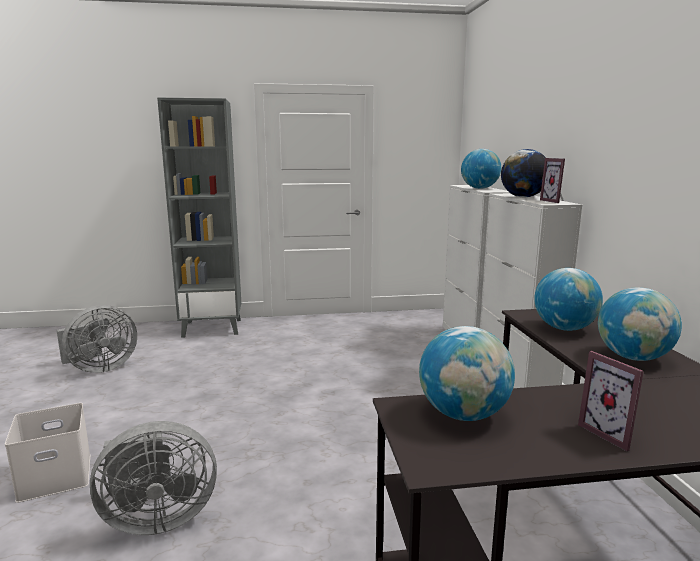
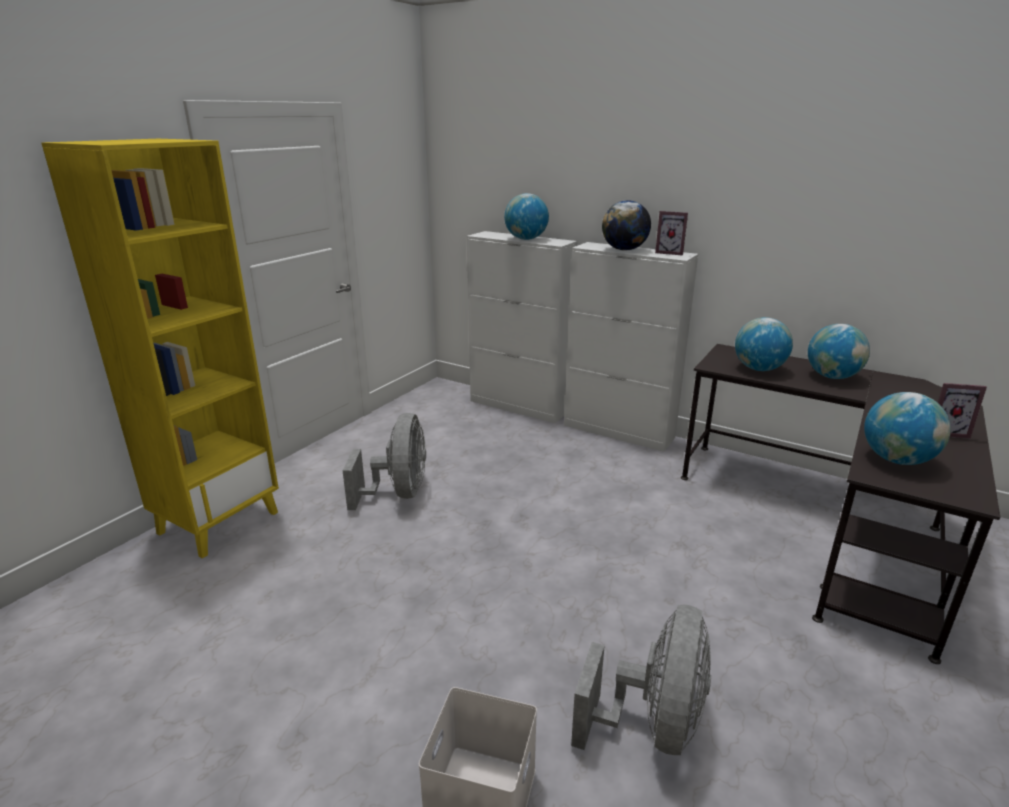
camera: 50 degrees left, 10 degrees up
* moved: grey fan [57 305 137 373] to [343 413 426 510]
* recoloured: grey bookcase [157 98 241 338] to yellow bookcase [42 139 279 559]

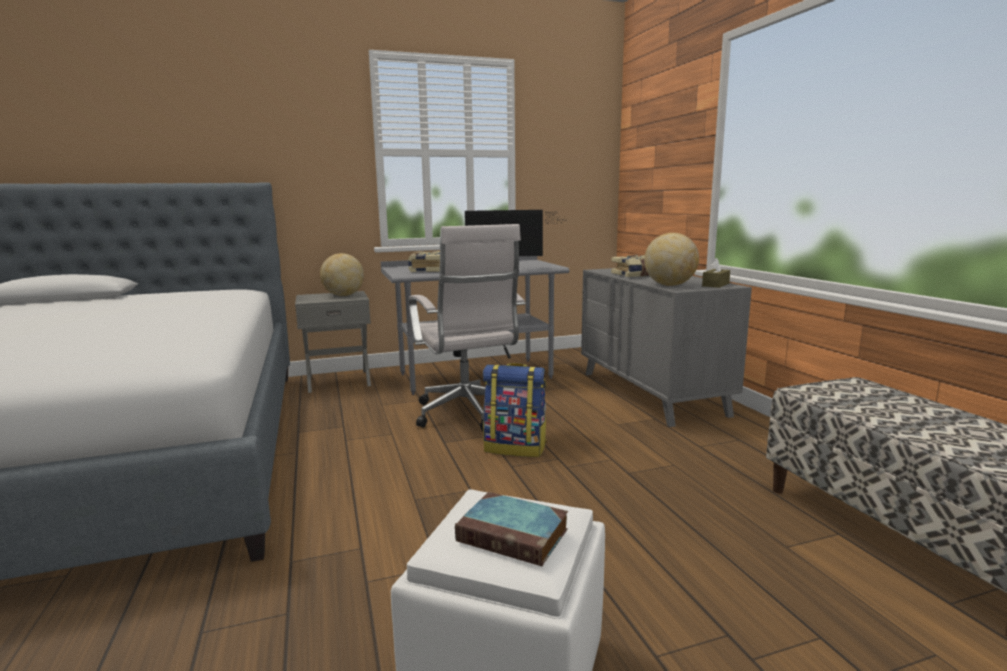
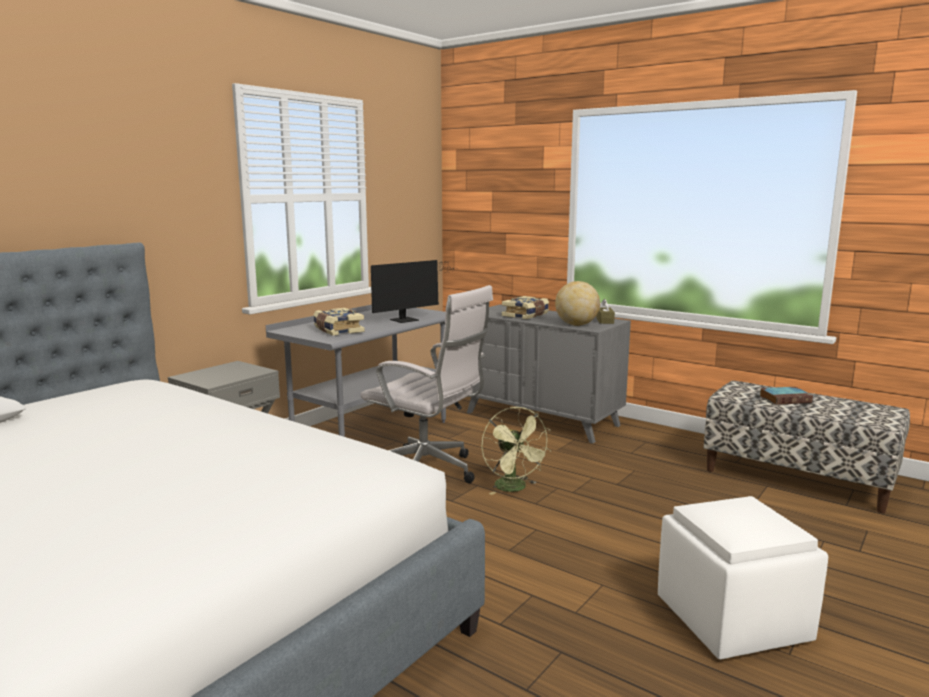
camera: 35 degrees left, 0 degrees up
* removed: globe [320 253 364 296]
* moved: book [455 492 568 566] to [760 387 813 405]
* replaced: backpack [483 363 547 457] to green fan [481 407 552 495]

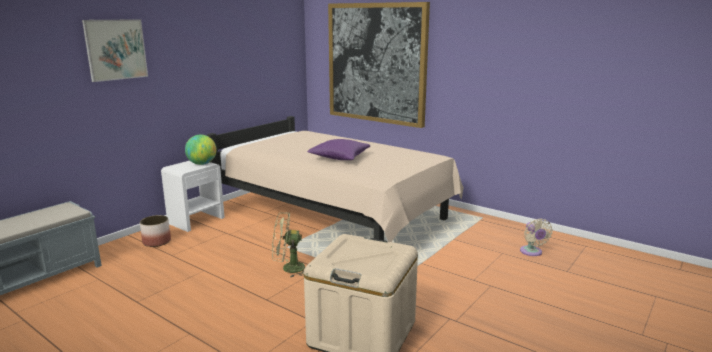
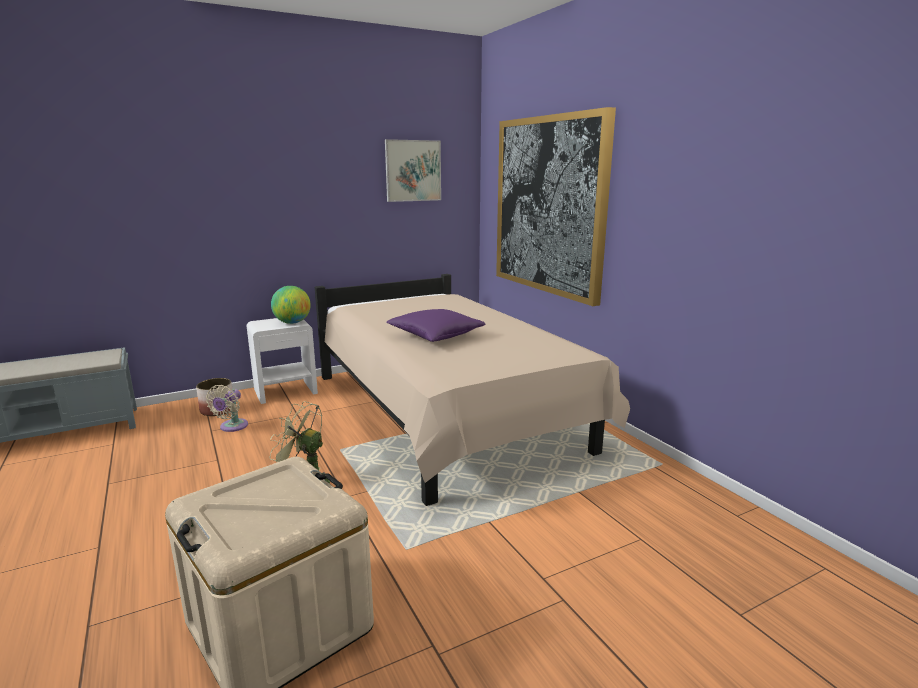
camera: 25 degrees right, 0 degrees up
* moved: picture [82 19 148 82] to [385 139 441 202]
* moved: beige fan [520 219 553 256] to [206 385 248 432]

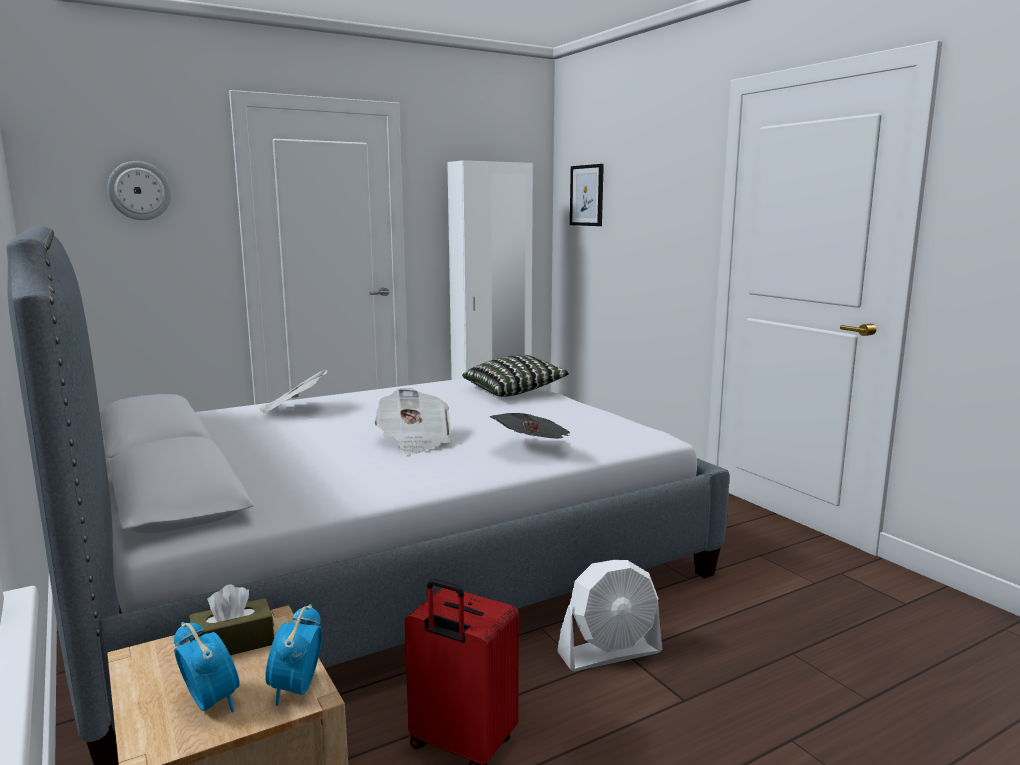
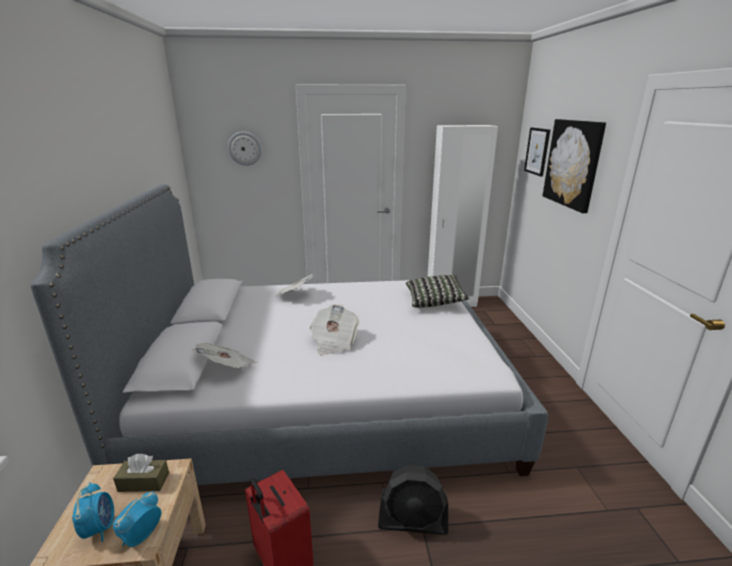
camera: 25 degrees right, 10 degrees up
* added: picture [543 119 606 213]
* moved: newspaper [490 413 570 439] to [193 343 258 368]
* recoloured: white fan [557 560 663 671] to black fan [378 464 448 535]

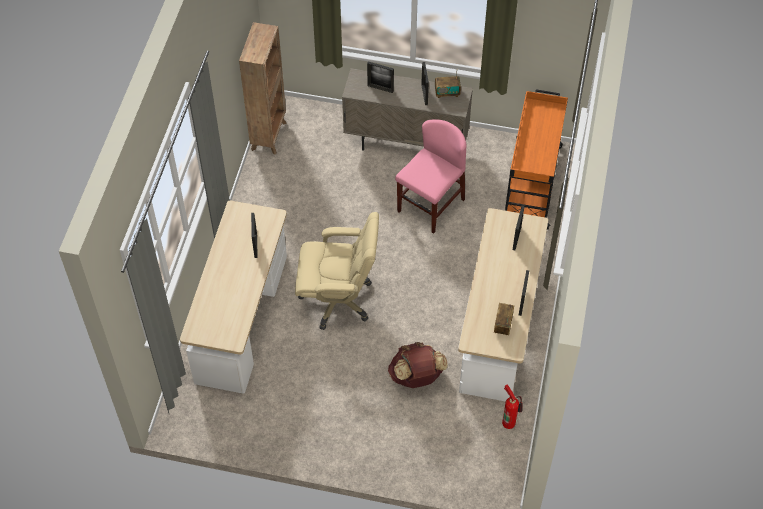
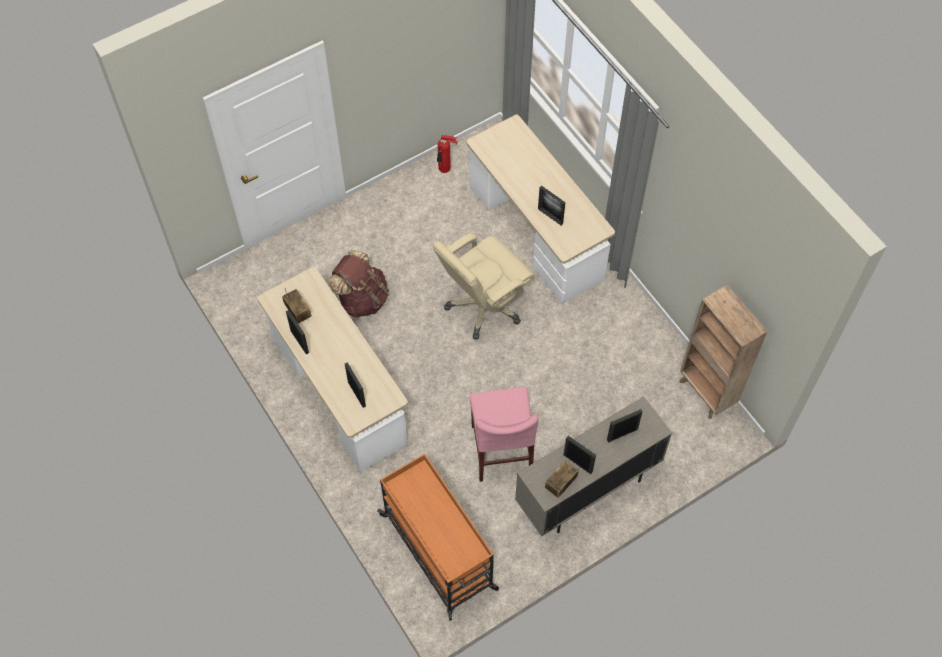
camera: 135 degrees right, 5 degrees up
* moved: fire extinguisher [502 384 523 429] to [437 135 458 173]

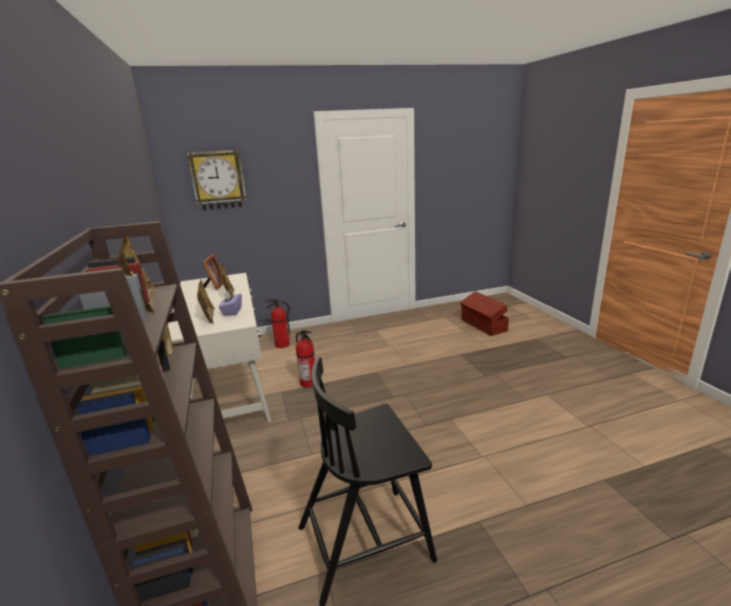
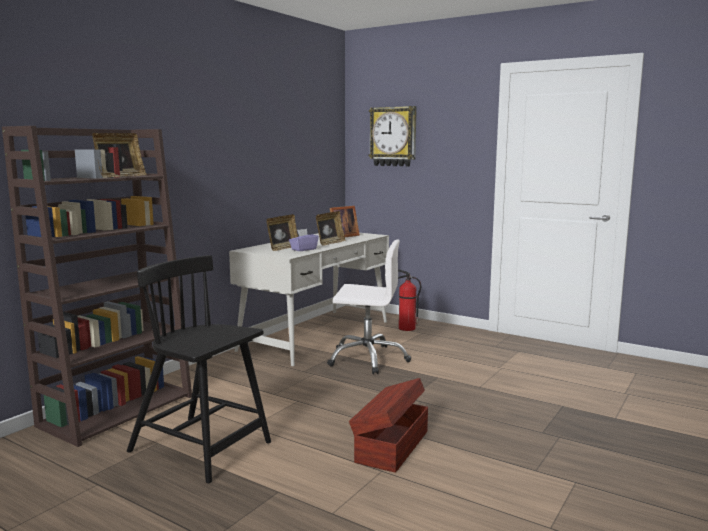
camera: 50 degrees right, 10 degrees down
* moved: brown storage box [460 291 509 336] to [349 378 428 473]
* replaced: fire extinguisher [296 330 315 387] to white office chair [327 239 411 374]

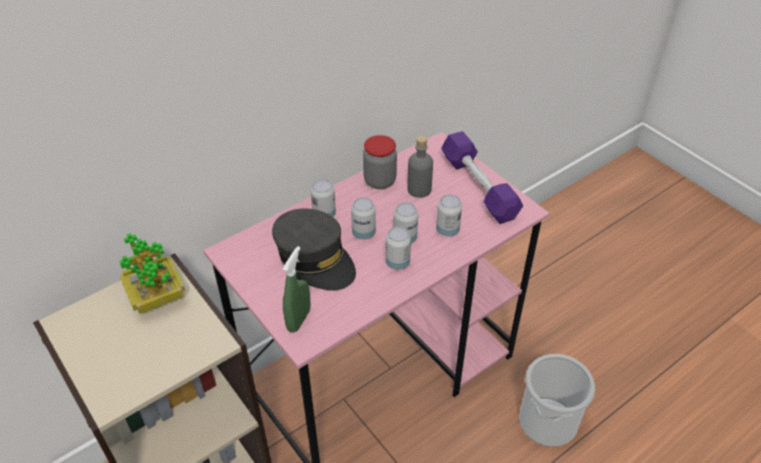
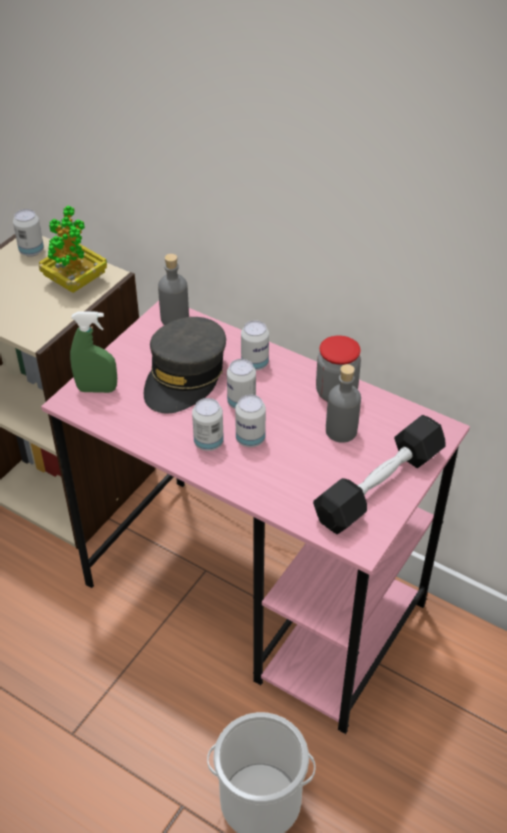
camera: 70 degrees right, 0 degrees up
* added: grey bottle [158 254 189 325]
* moved: can [436 194 462 237] to [13 209 44 257]
* recoloured: purple dumbbell [441 131 523 224] to black dumbbell [313 415 446 534]

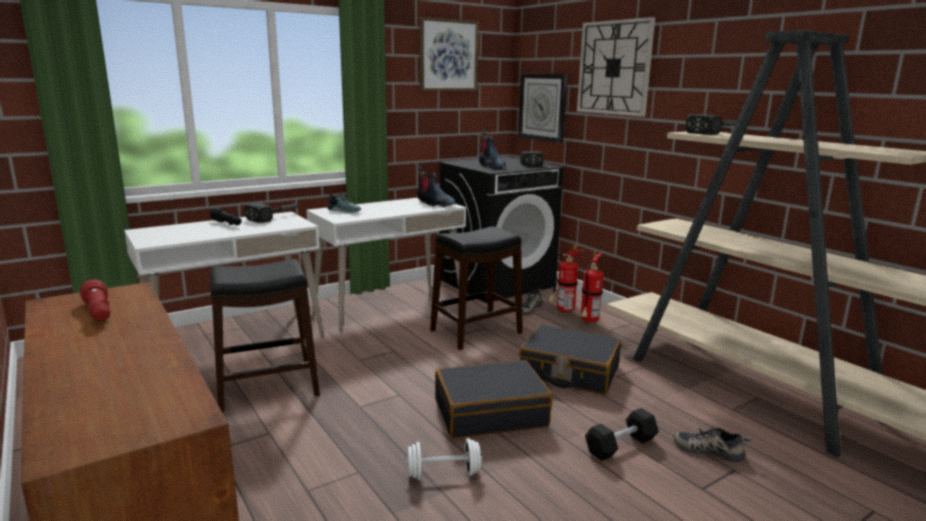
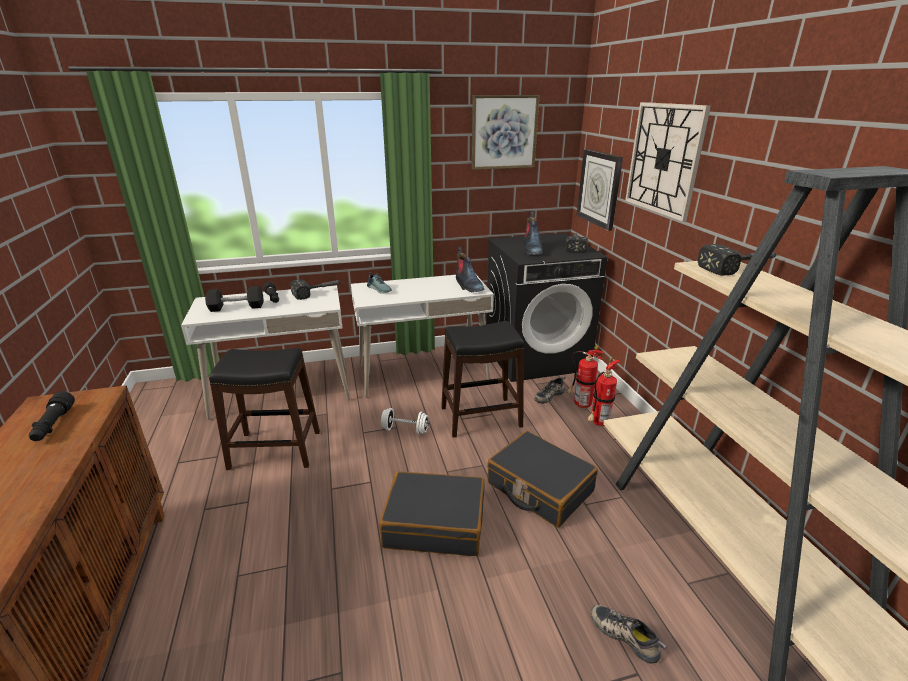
camera: 20 degrees right, 10 degrees up
* moved: white dumbbell [405 438 483 480] to [381 408 429 435]
* moved: black dumbbell [585 408 659 461] to [205 286 264 312]
* recoloured: red flashlight [80 279 111 321] to black flashlight [29 391 75 441]

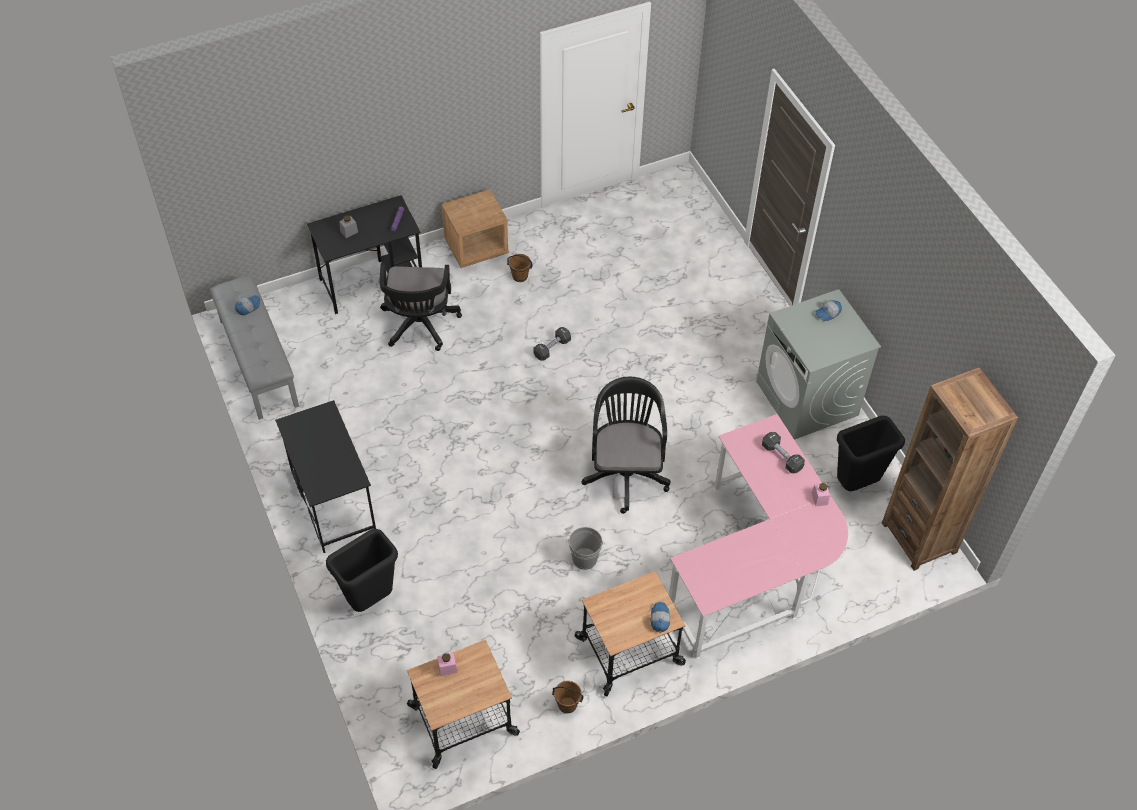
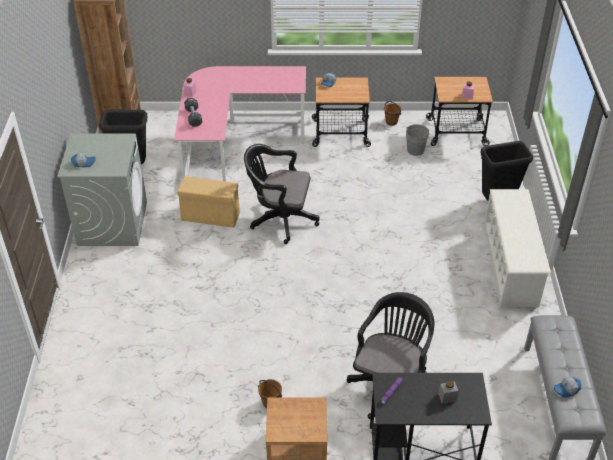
camera: 155 degrees left, 10 degrees down
* removed: black dumbbell [534 327 571 361]
* added: beige storage box [177 176 240 228]
* moved: grey bucket [568 527 605 570] to [406 124 430 156]
* replaced: black desk [275 400 376 553] to white shoe rack [483 189 551 309]
* turned: black office chair [581 377 671 514] = [244 144 320 244] 75 degrees clockwise

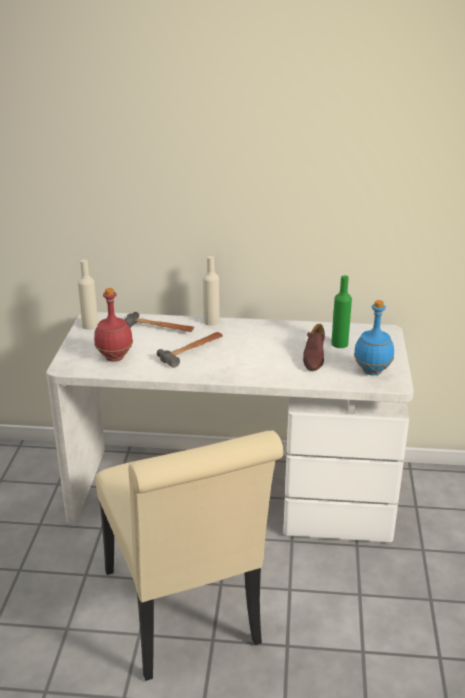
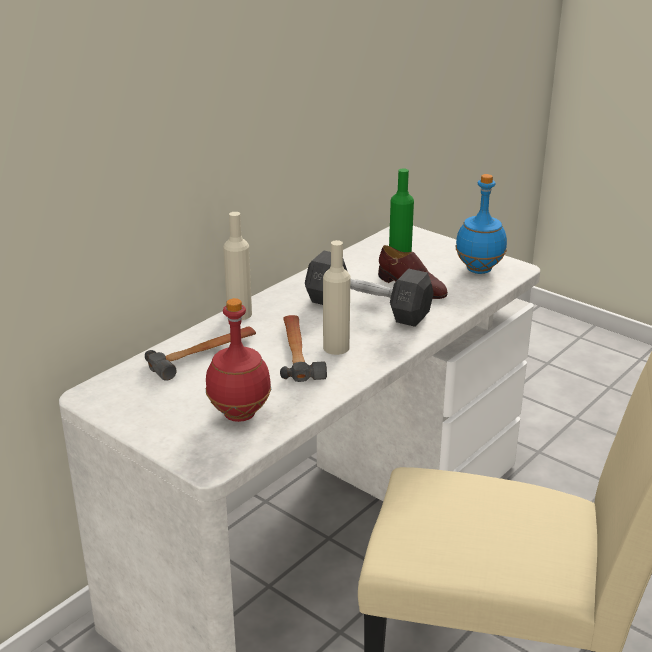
camera: 55 degrees left, 0 degrees up
* added: grey dumbbell [305 251 434 327]
* moved: beige bottle [78 259 98 330] to [323 240 350 355]

